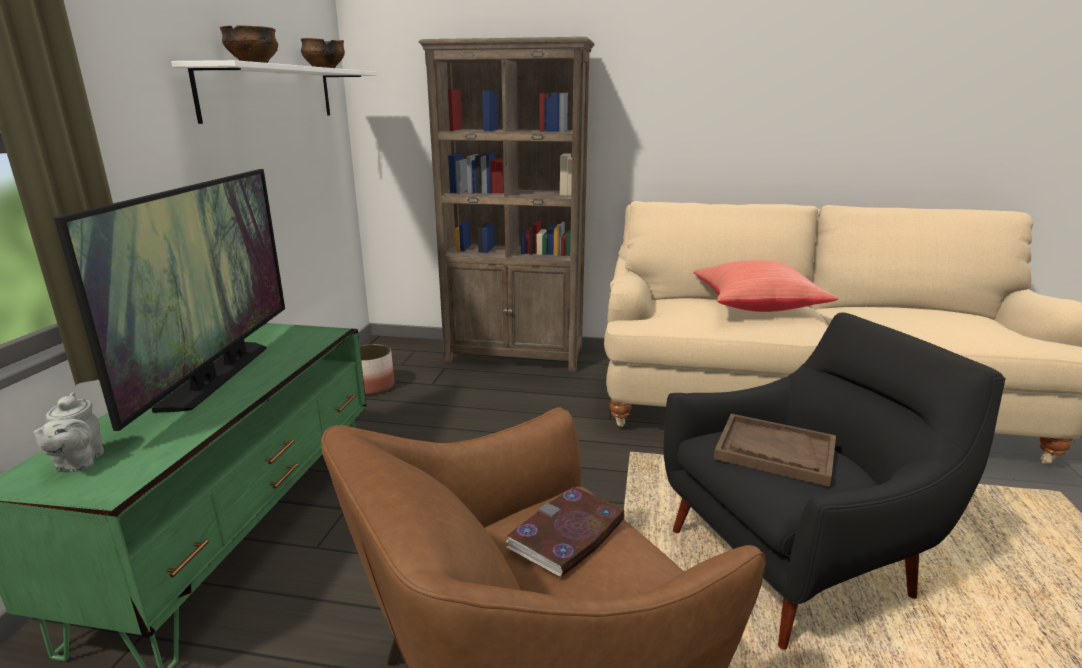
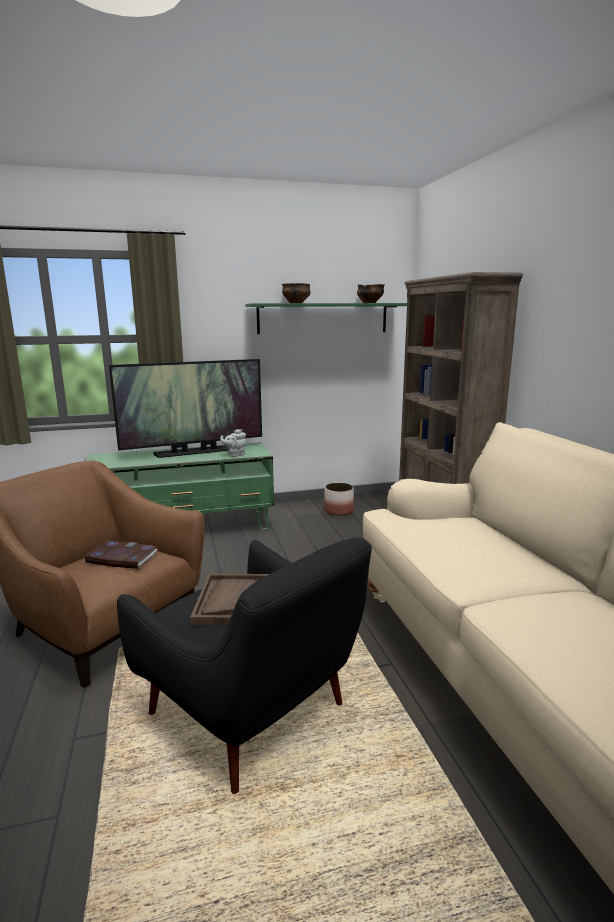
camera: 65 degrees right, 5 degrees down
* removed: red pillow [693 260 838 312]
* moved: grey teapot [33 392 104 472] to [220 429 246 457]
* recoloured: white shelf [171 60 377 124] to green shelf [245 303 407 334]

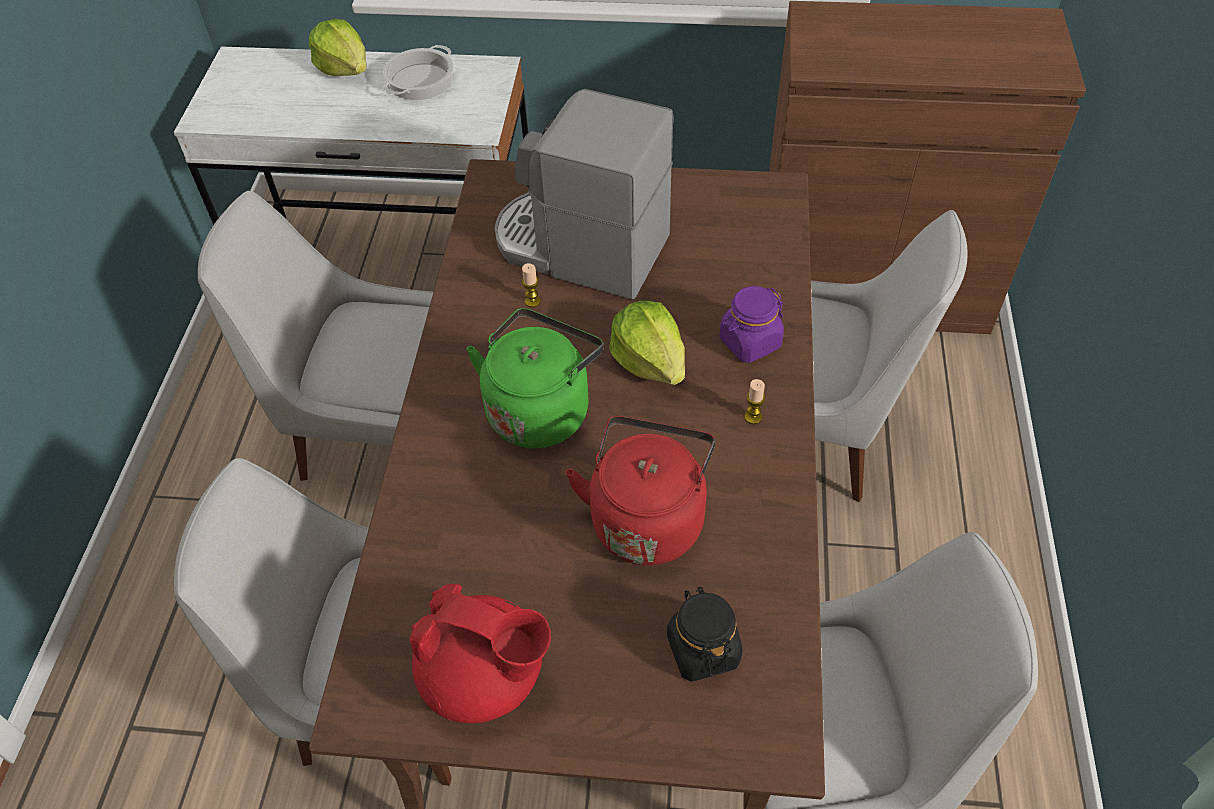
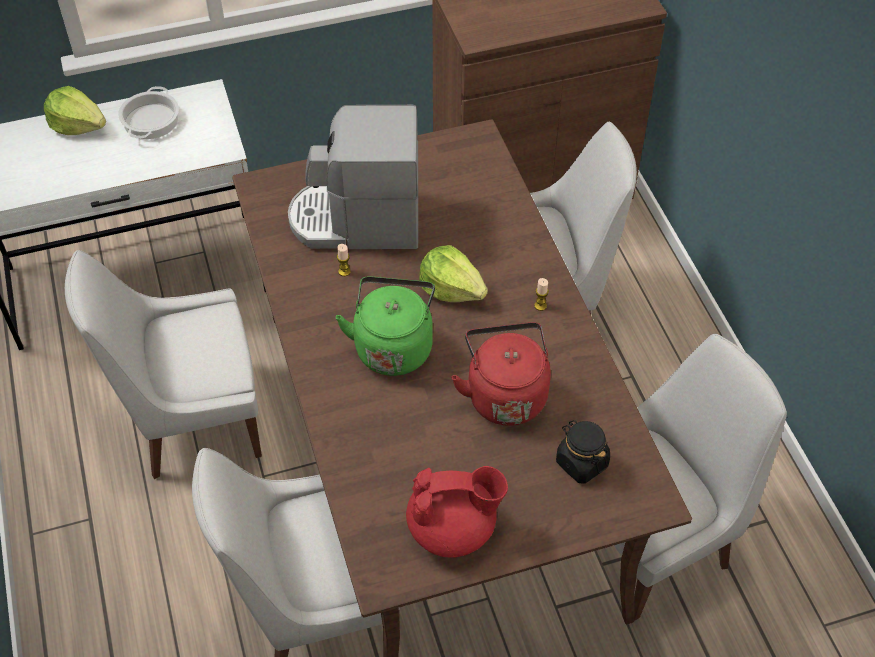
camera: 25 degrees left, 0 degrees up
* removed: purple jar [719 286 784 363]

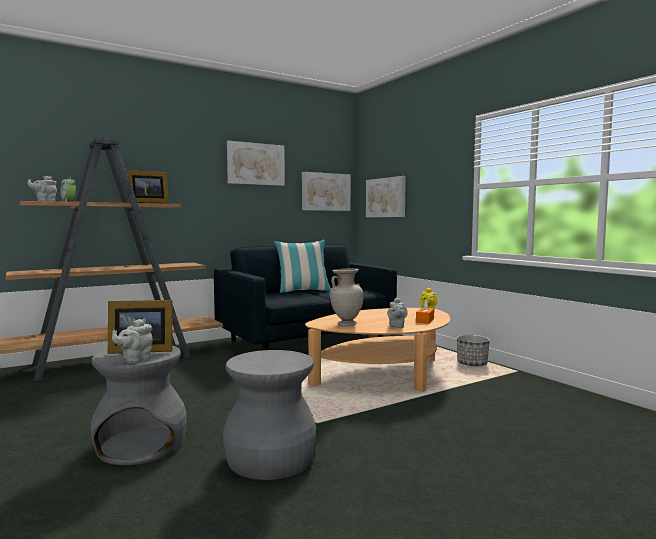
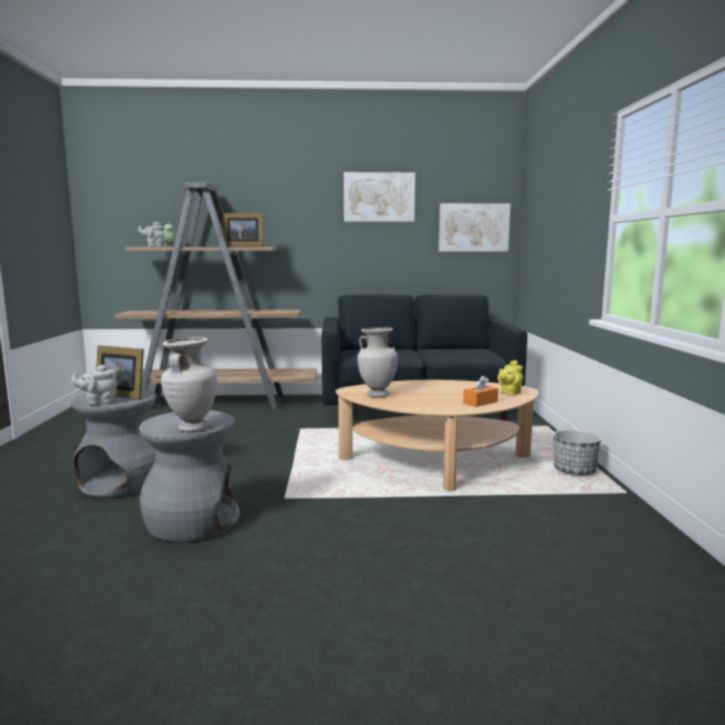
camera: 30 degrees right, 5 degrees up
* removed: pillow [274 240 331 293]
* removed: picture [366 176 406 217]
* removed: grey teapot [387 298 408 328]
* added: beige vase [161 337 218 432]

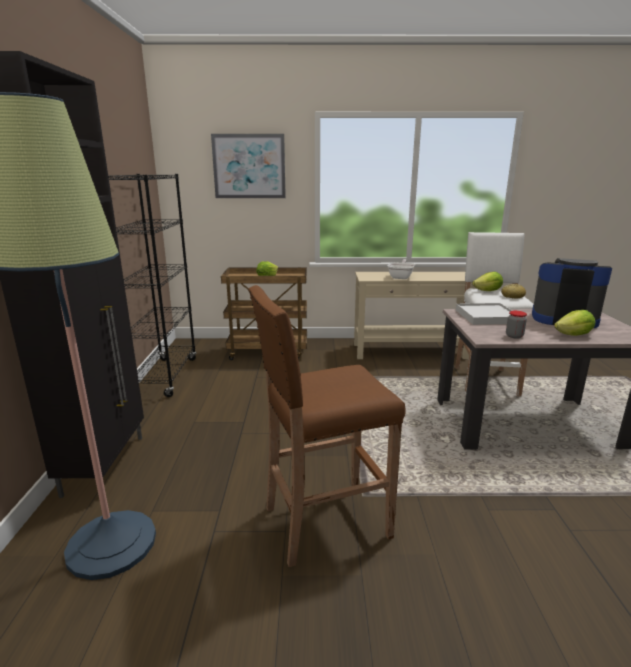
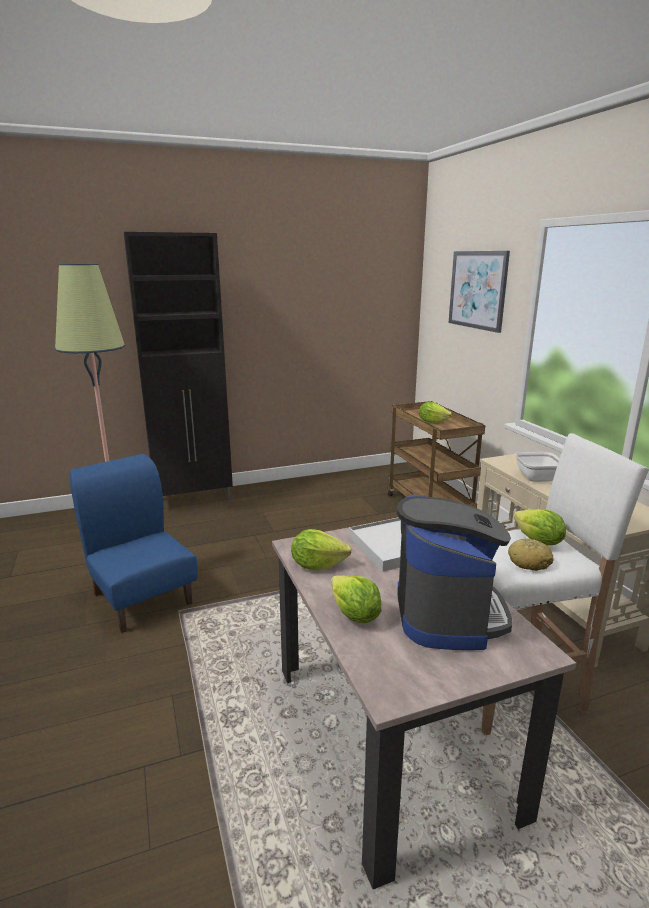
camera: 70 degrees right, 0 degrees up
* removed: black bookcase [109 174 196 397]
* replaced: brown stool [248 285 406 567] to blue chair [70 454 198 633]
* replaced: jar [506 311 527 339] to lettuce [291 529 352 570]

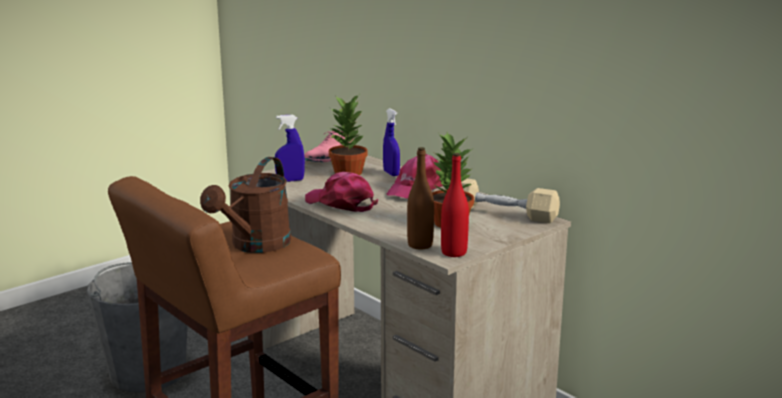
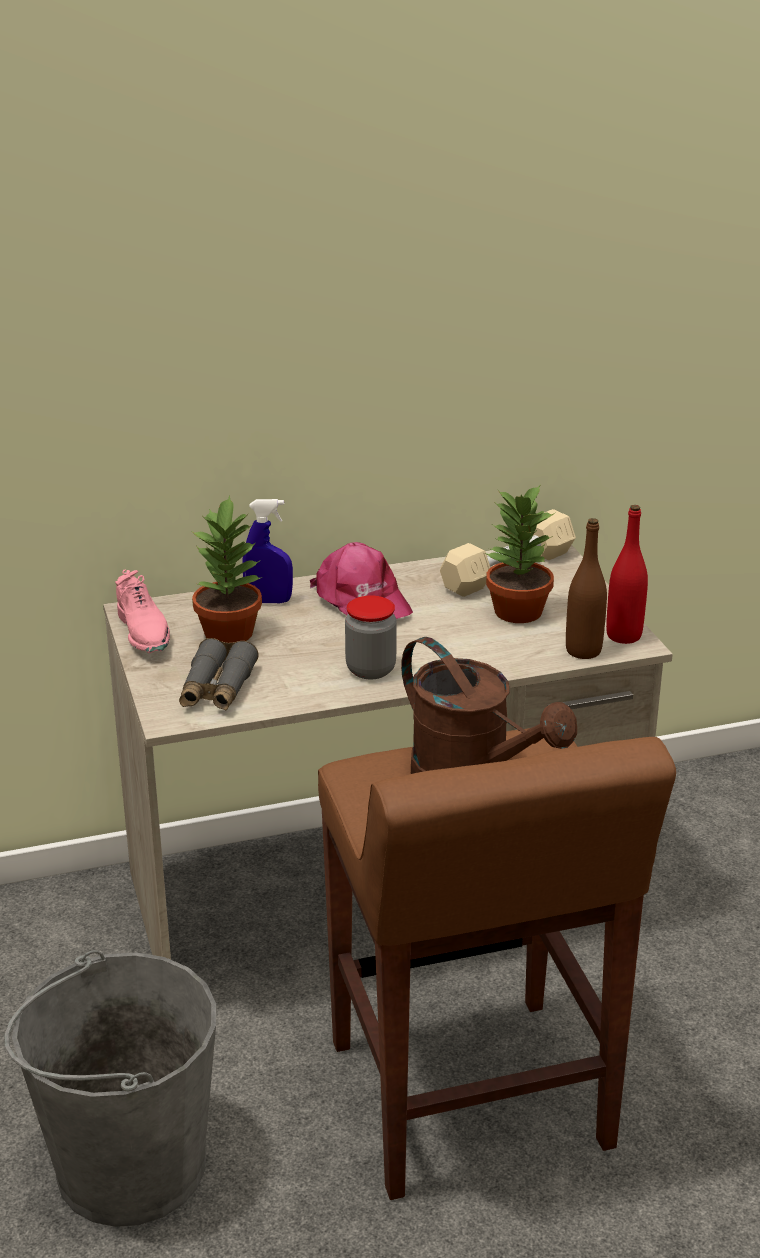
camera: 65 degrees left, 10 degrees up
* replaced: blue spray bottle [275 115 305 182] to grey binoculars [179 638 259 711]
* replaced: pink cap [305 172 378 212] to jar [345 595 397 679]

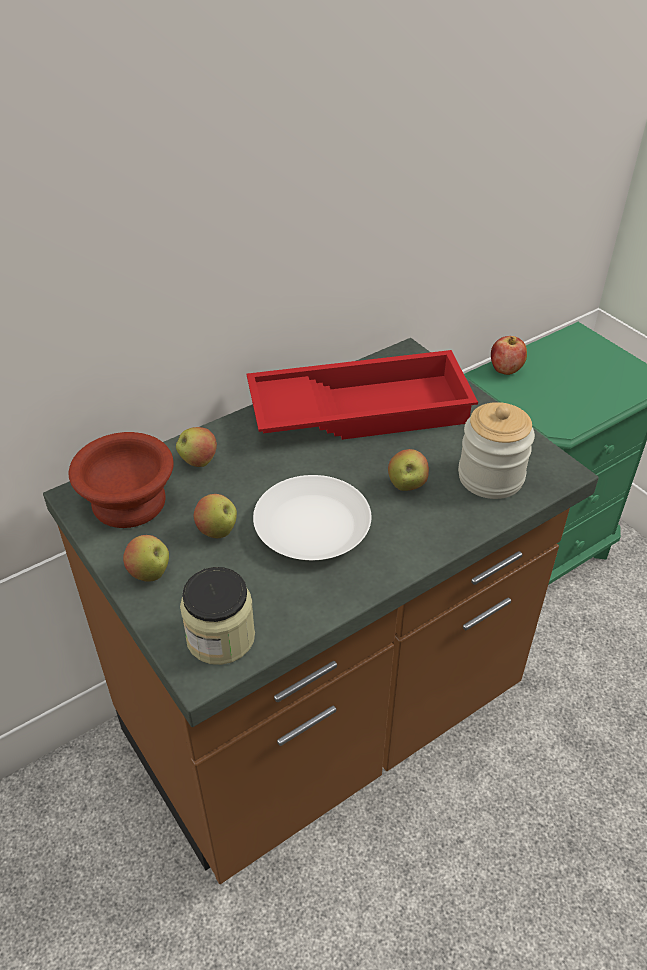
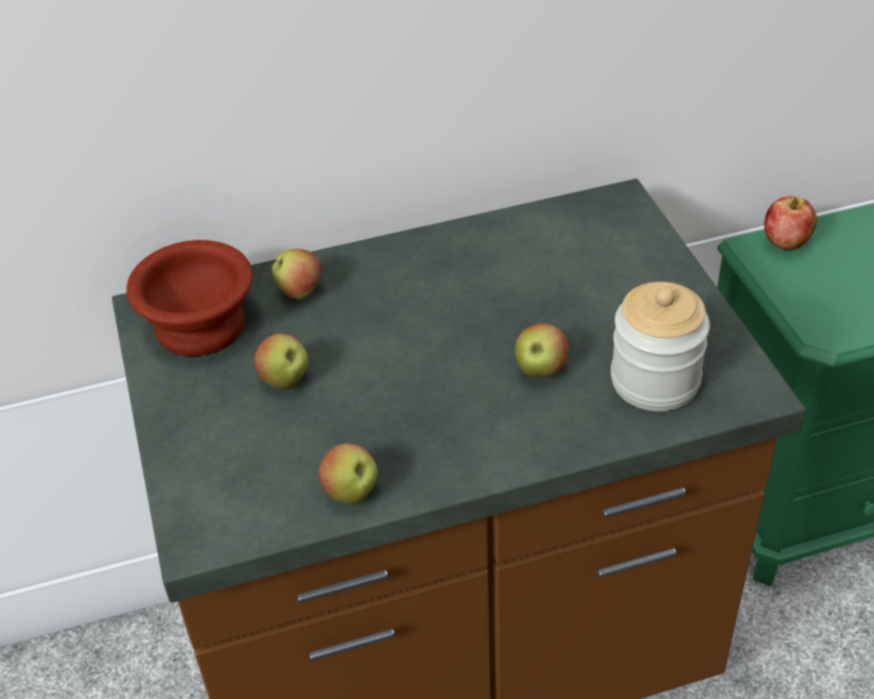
camera: 20 degrees right, 0 degrees up
* removed: jar [180 567 255 665]
* removed: red tray [247 350 478 440]
* removed: white plate [253 475 371 560]
* moved: apple [123 535 169 582] to [319 443 378 505]

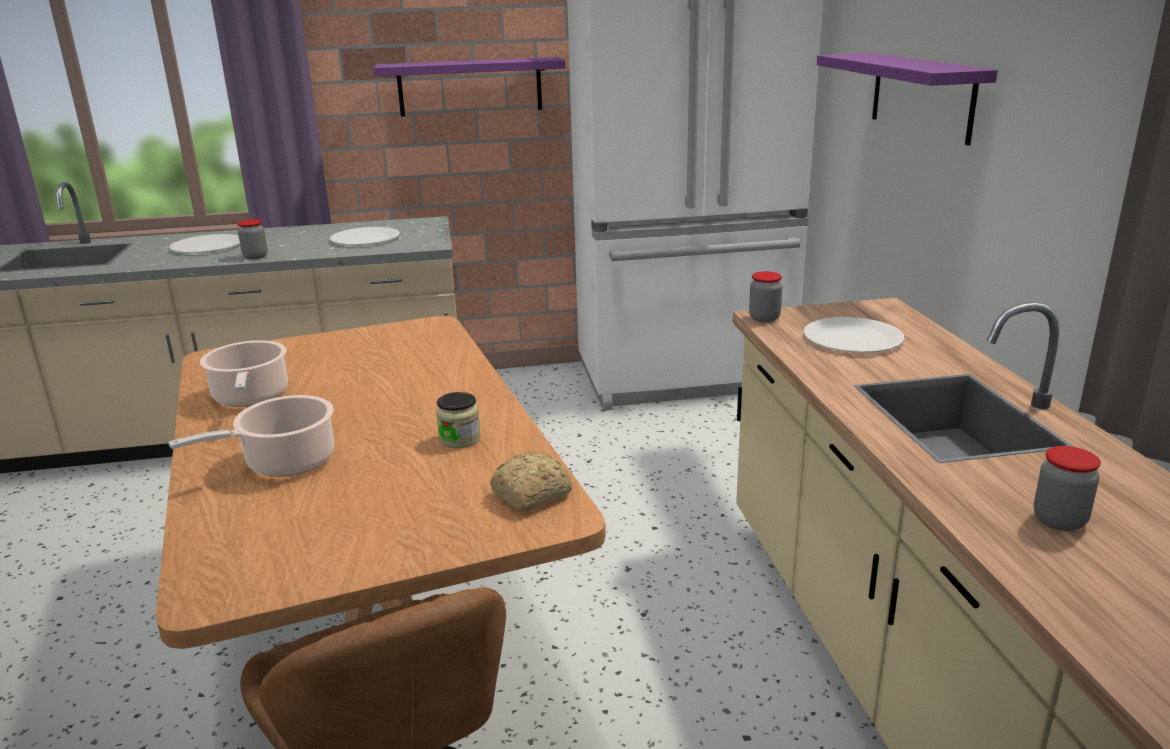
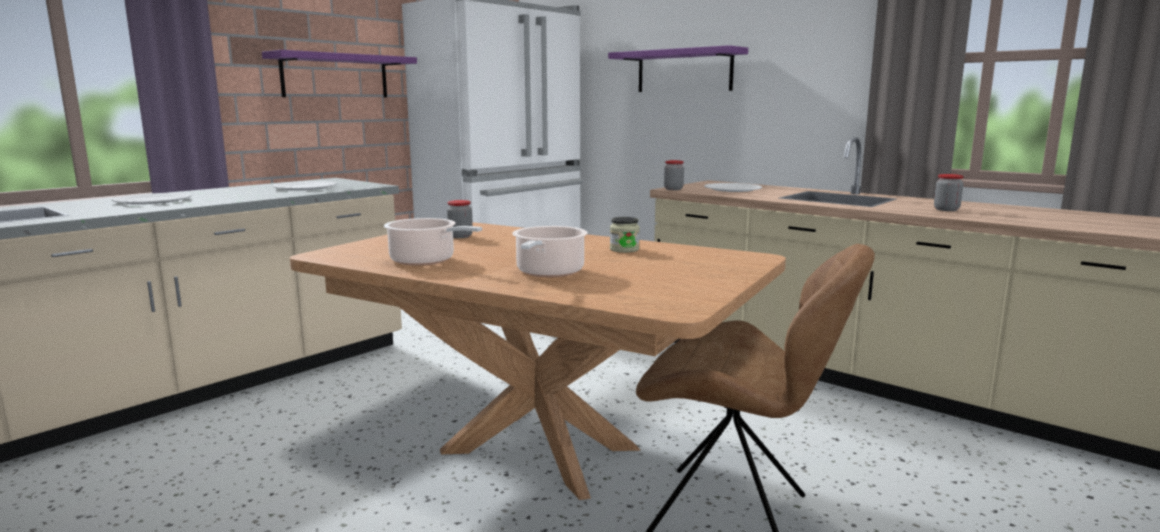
camera: 40 degrees left, 10 degrees down
* removed: bread [490 451 572 511]
* moved: jar [237 219 268 259] to [447 200 473 238]

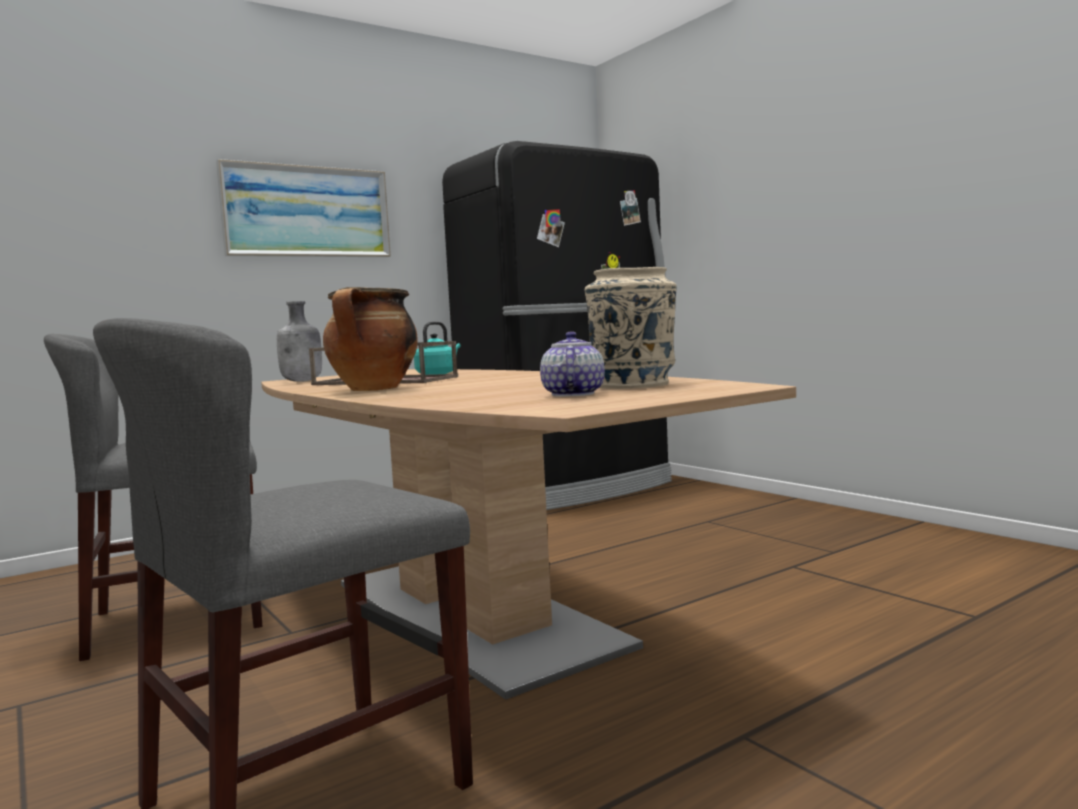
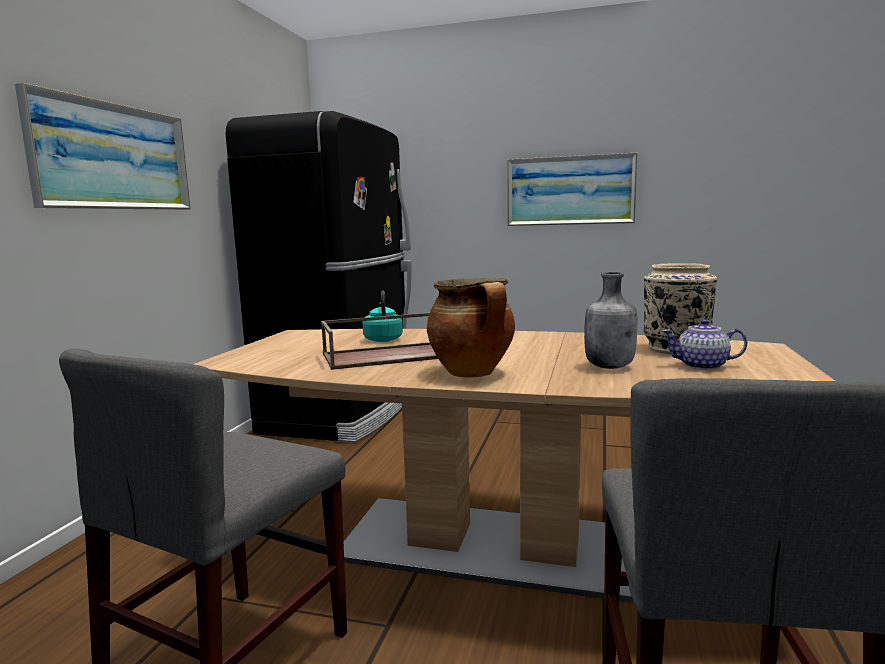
camera: 40 degrees left, 5 degrees up
* added: picture [507 153 637 226]
* moved: grey bottle [277 301 322 382] to [584 272 638 369]
* turned: teapot [540 331 605 397] = [662 319 747 370] 45 degrees counterclockwise

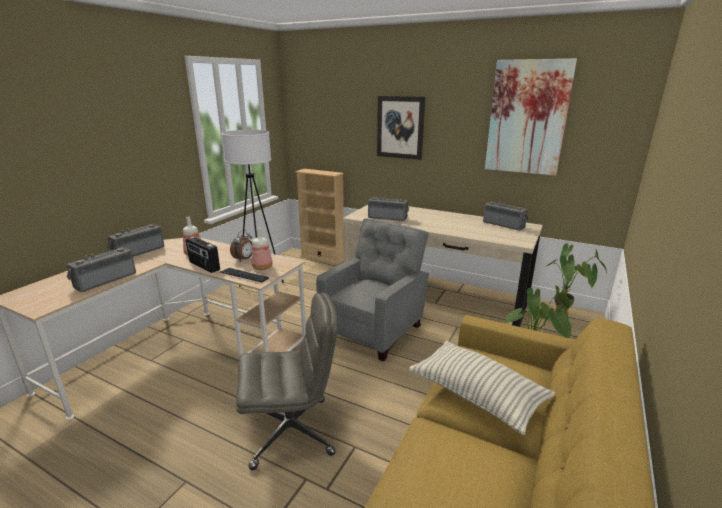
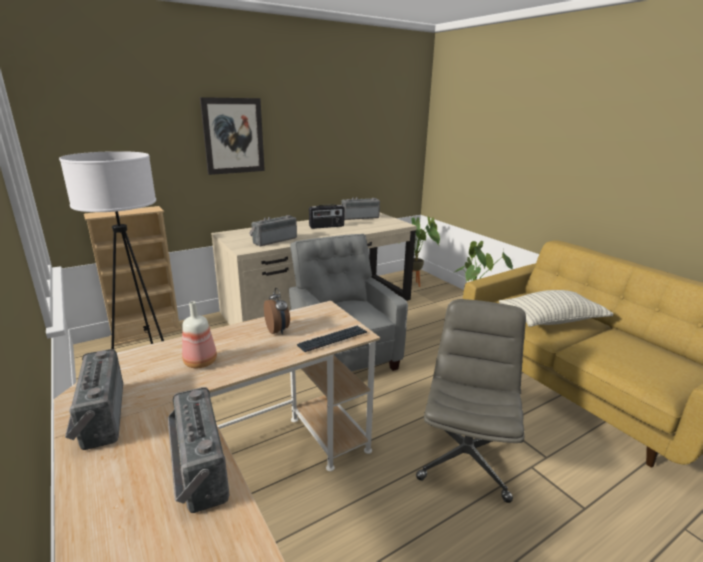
camera: 60 degrees left, 0 degrees up
* removed: bottle [252 228 273 270]
* removed: picture [485 59 577 176]
* moved: radio [186 237 220 273] to [309 204 345 229]

